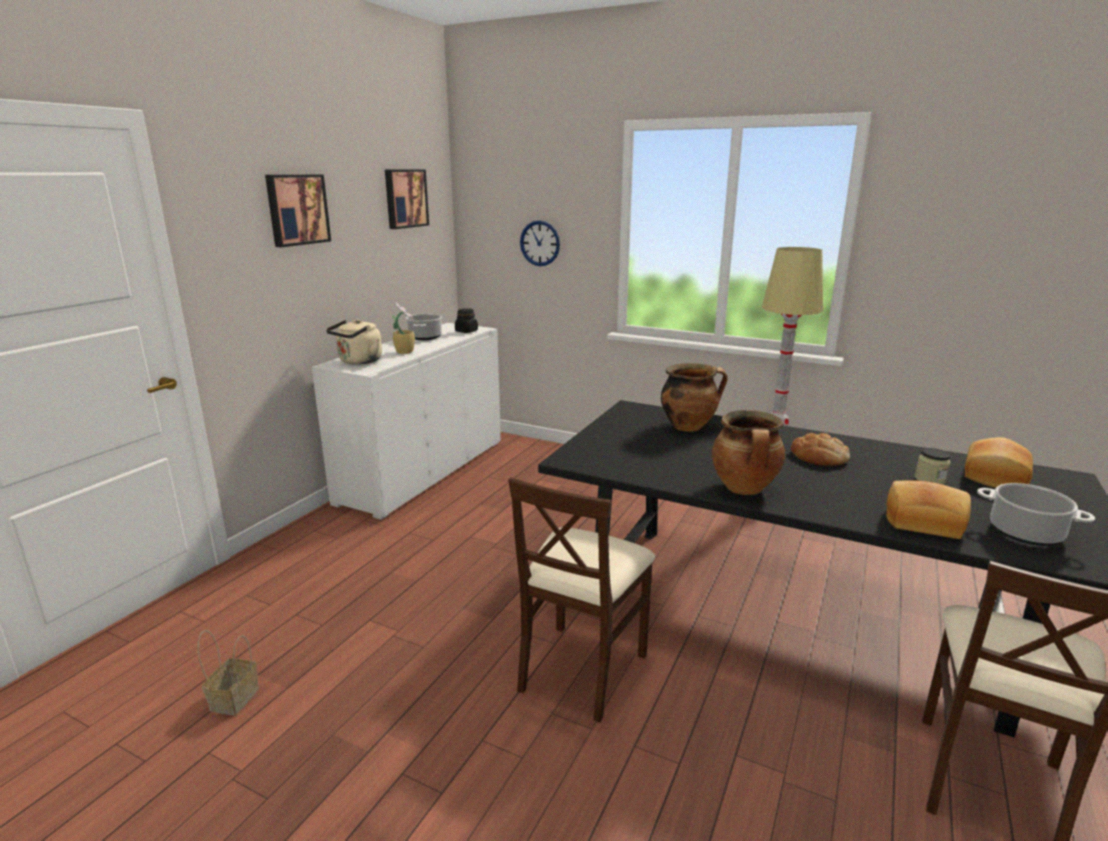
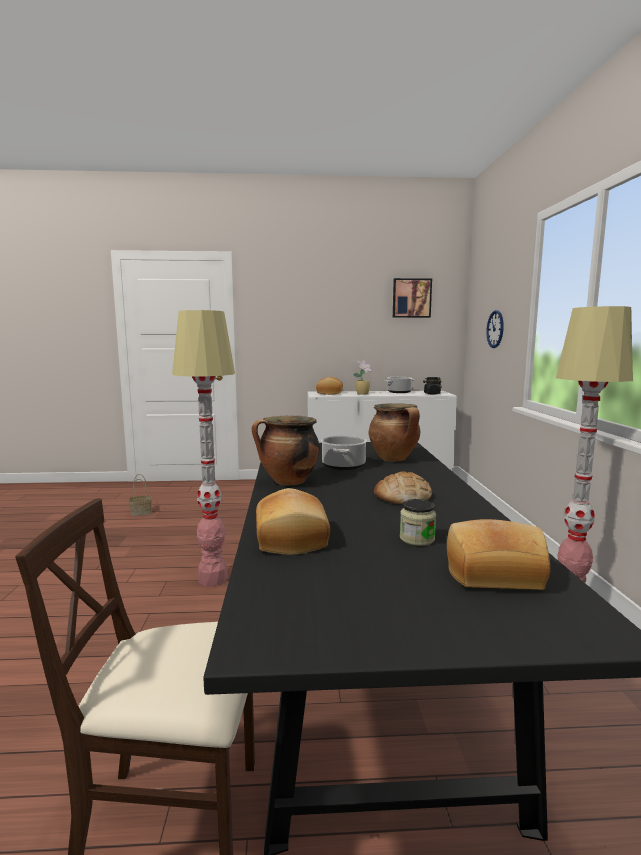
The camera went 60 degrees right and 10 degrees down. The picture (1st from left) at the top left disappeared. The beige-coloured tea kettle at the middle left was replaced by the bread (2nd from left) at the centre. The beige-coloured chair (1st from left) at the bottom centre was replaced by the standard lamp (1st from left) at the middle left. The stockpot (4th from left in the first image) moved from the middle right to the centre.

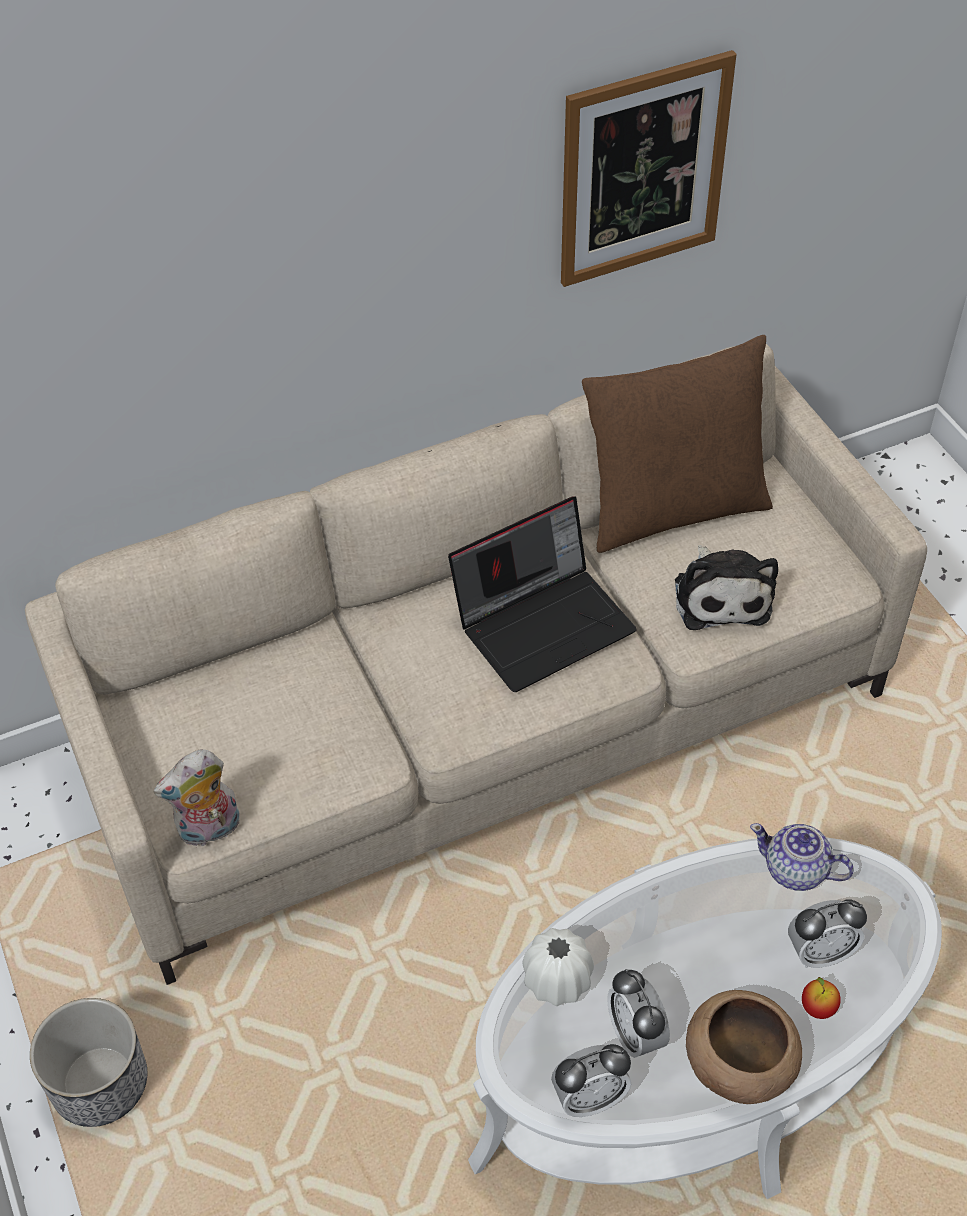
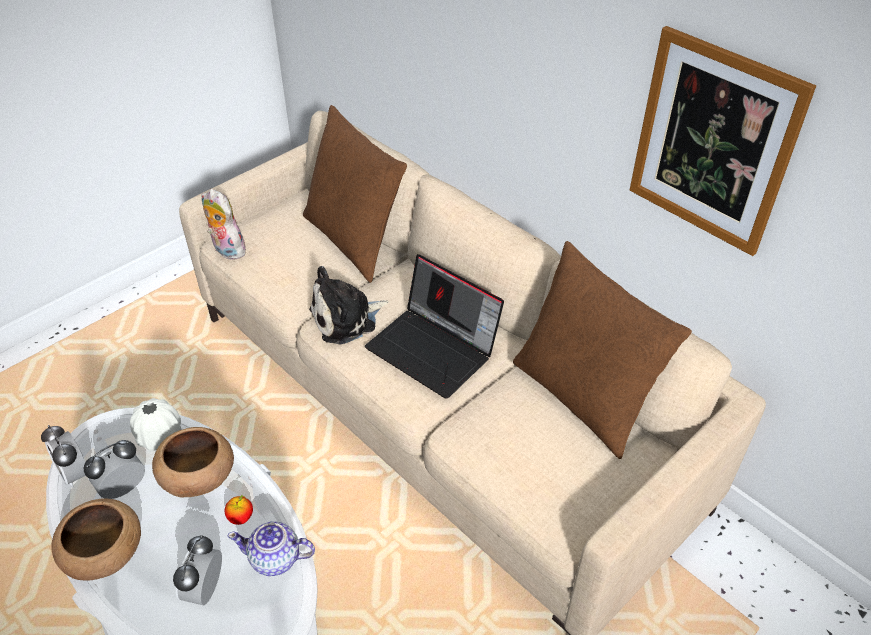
The camera went 70 degrees right and 5 degrees down. The flower pot at the bottom left disappeared. The plush toy (2nd from left) moved from the middle right to the centre. The pot for tea at the bottom right turned 90 degrees counterclockwise. The bedside clock (3rd from left) at the bottom right turned 45 degrees clockwise. The apple fruit moved from the bottom right to the bottom left. The brown deep dish (2nd from left) at the bottom left appeared. The brown throw pillow (1st from left) at the top centre appeared.

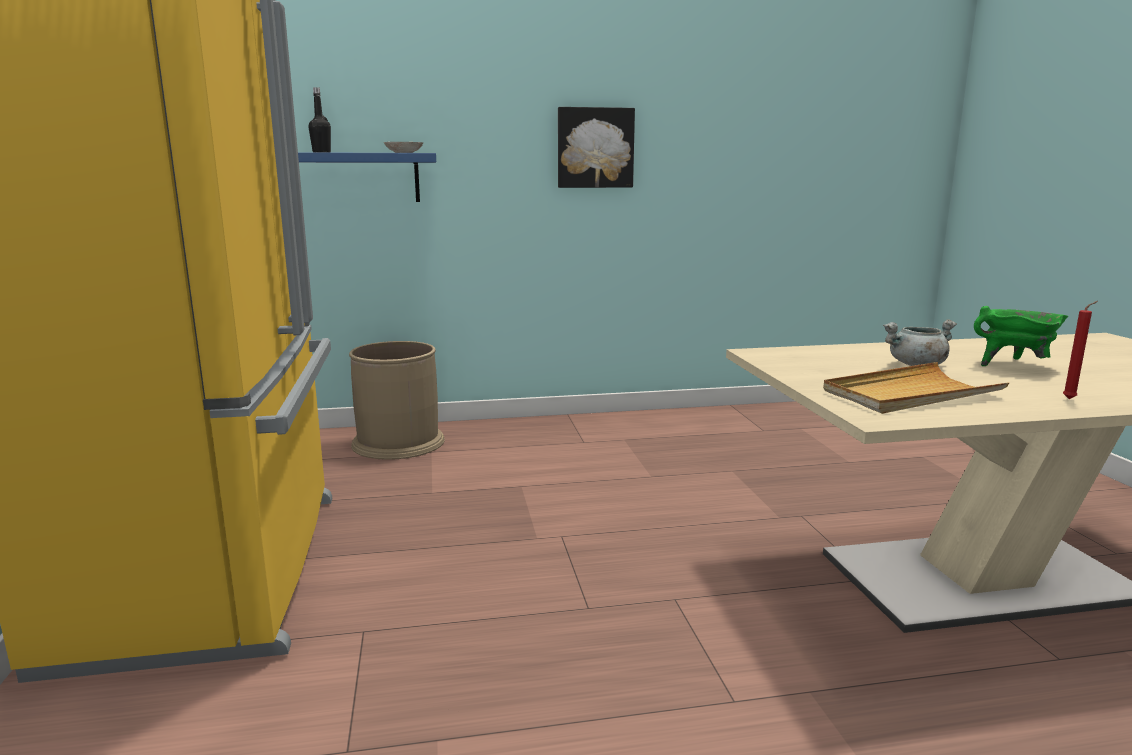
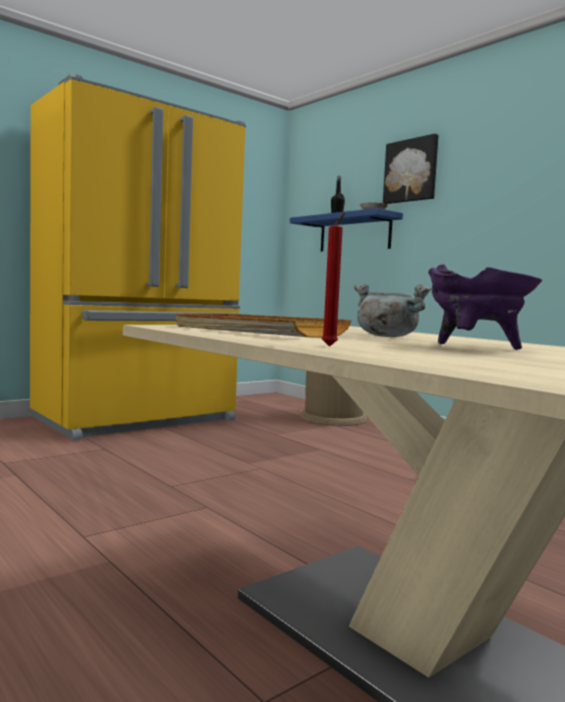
The camera went 60 degrees right and 10 degrees down. The picture moved from the top centre to the top right. The green stockpot at the middle right became the purple stockpot at the middle right.

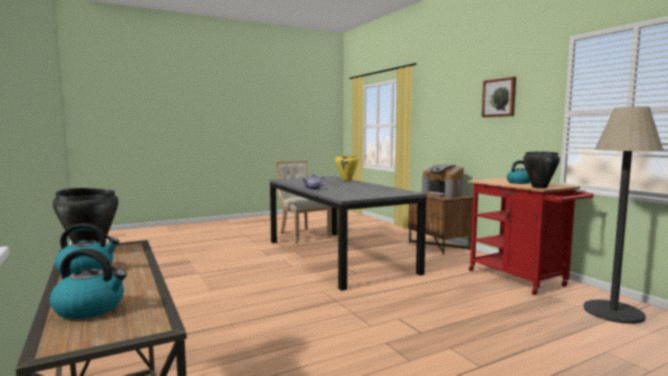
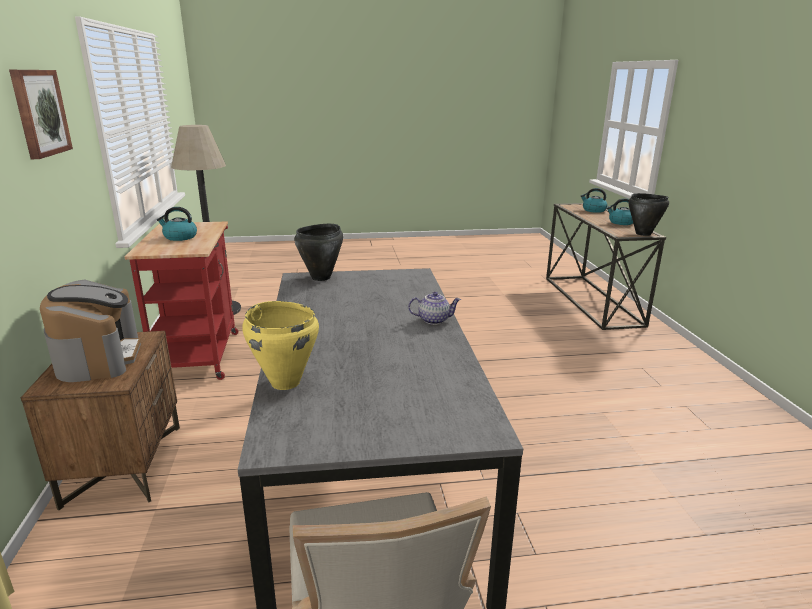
The camera went 160 degrees left and 15 degrees up. The black stockpot (2nd from left in the first image) moved from the middle right to the centre.

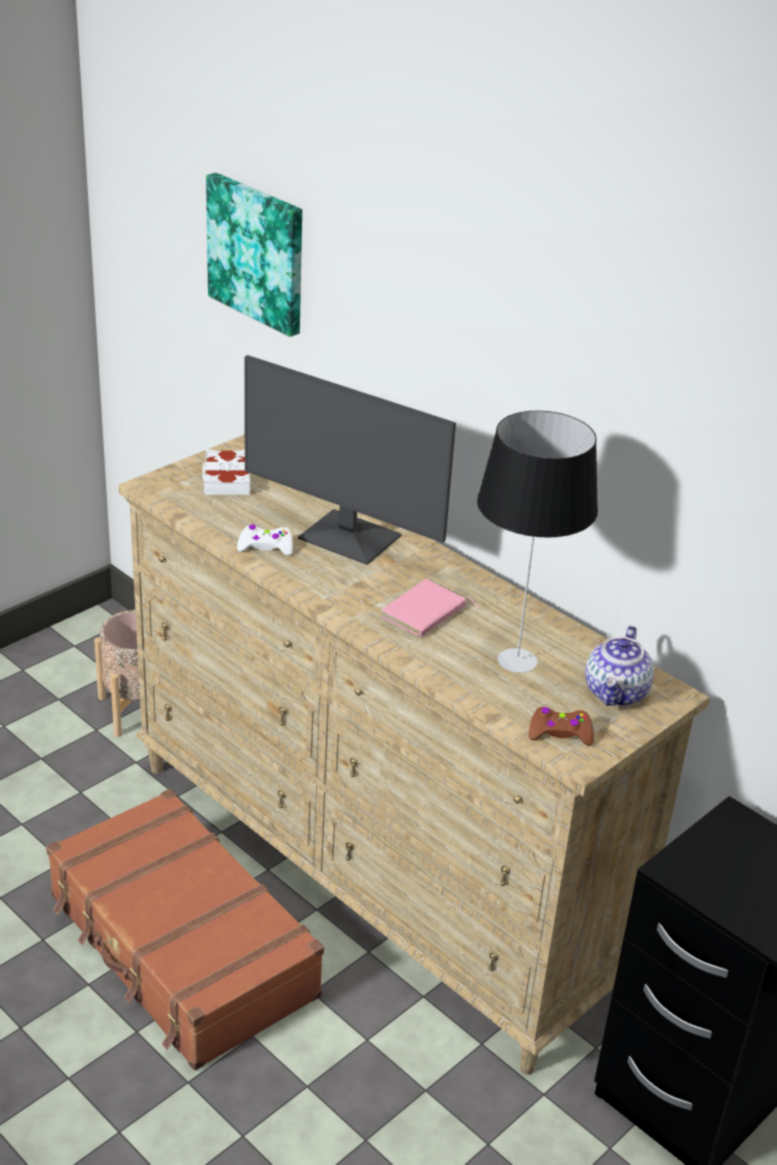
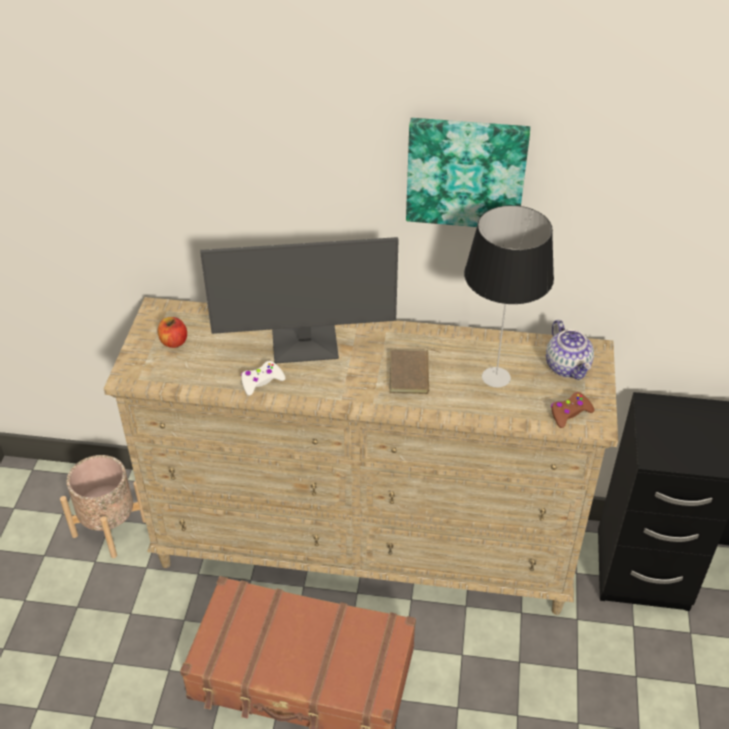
The camera went 35 degrees left and 10 degrees up. The white volume at the middle left was replaced by the apple fruit at the middle left. The picture moved from the top left to the top centre. The pink volume at the centre became the brown volume at the centre.

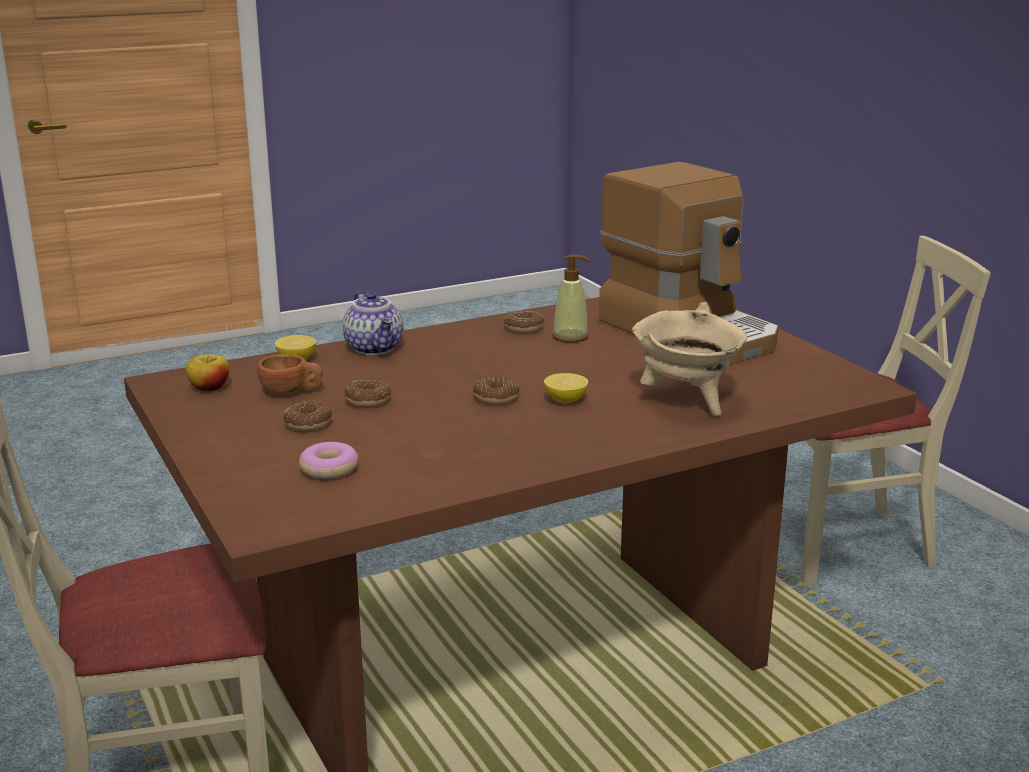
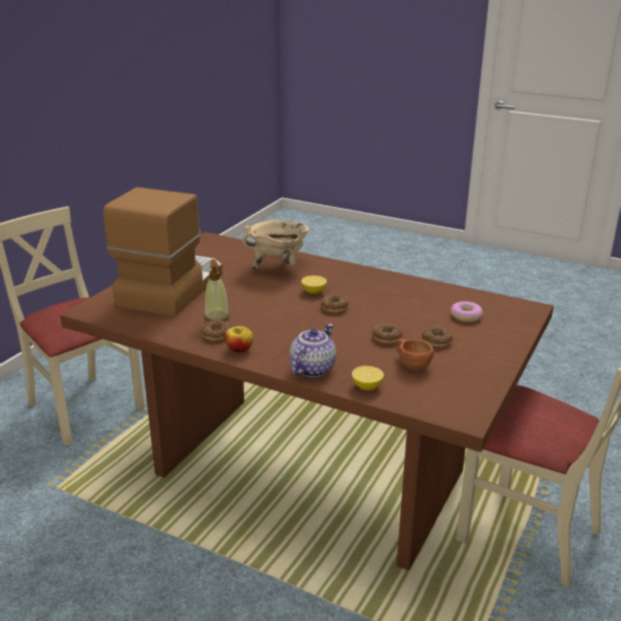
The camera went 125 degrees left and 5 degrees up. The apple fruit moved from the middle left to the centre.

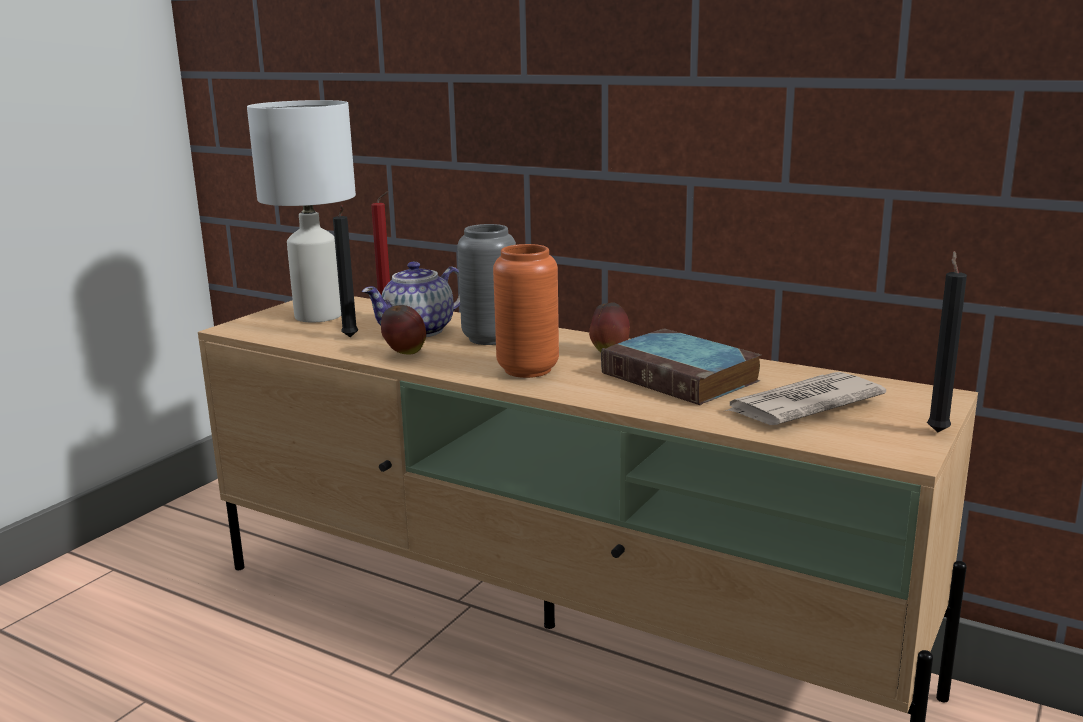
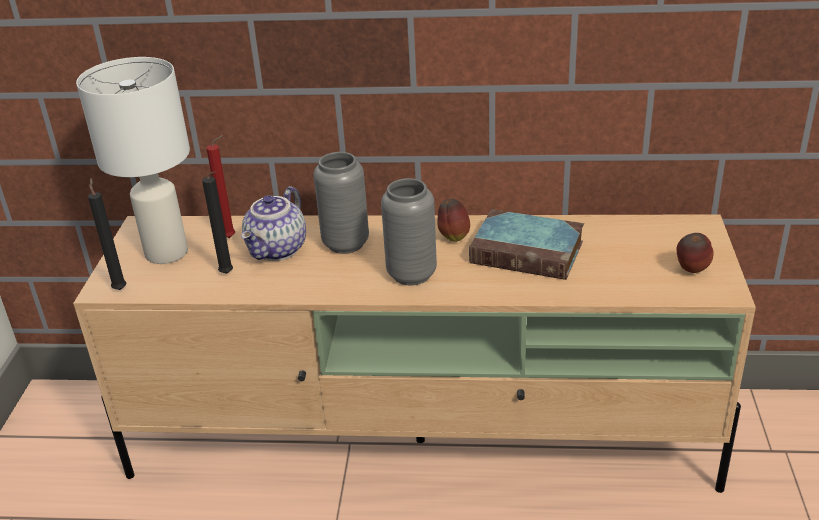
The camera went 25 degrees left and 15 degrees up. The apple fruit (1st from left in the first image) moved from the centre to the middle right. The orange flower vase at the centre became the gray flower vase (2nd from left) at the centre. The daily paper at the middle right disappeared. The black wax light (2nd from left in the first image) moved from the middle right to the middle left.

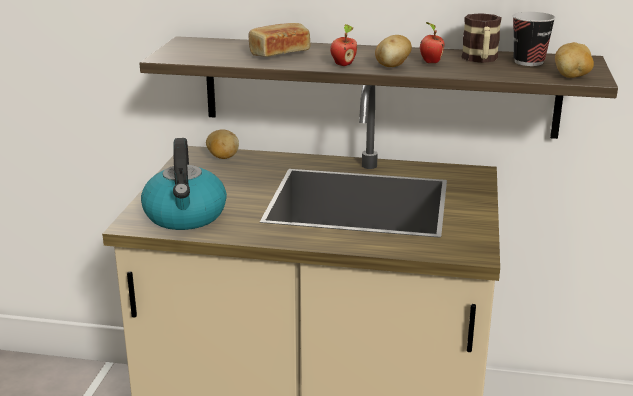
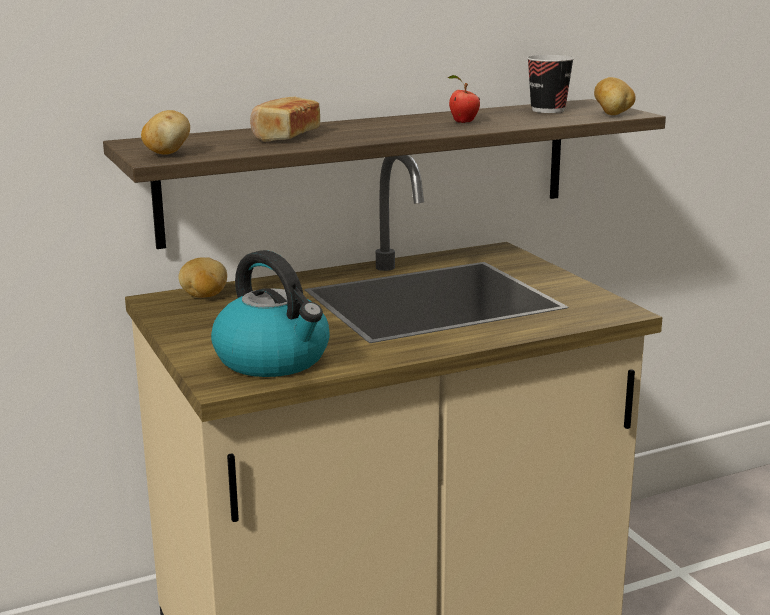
The camera went 35 degrees left and 5 degrees down. The apple fruit (1st from left) at the top centre disappeared. The whole potato (2nd from left in the first image) moved from the top centre to the top left. The mug at the top right disappeared.

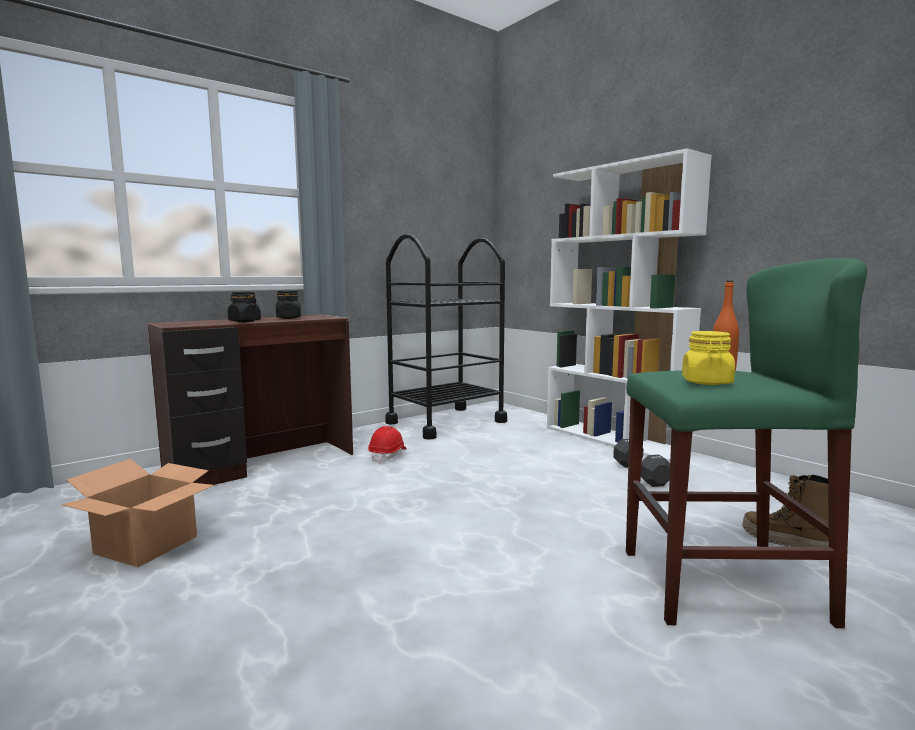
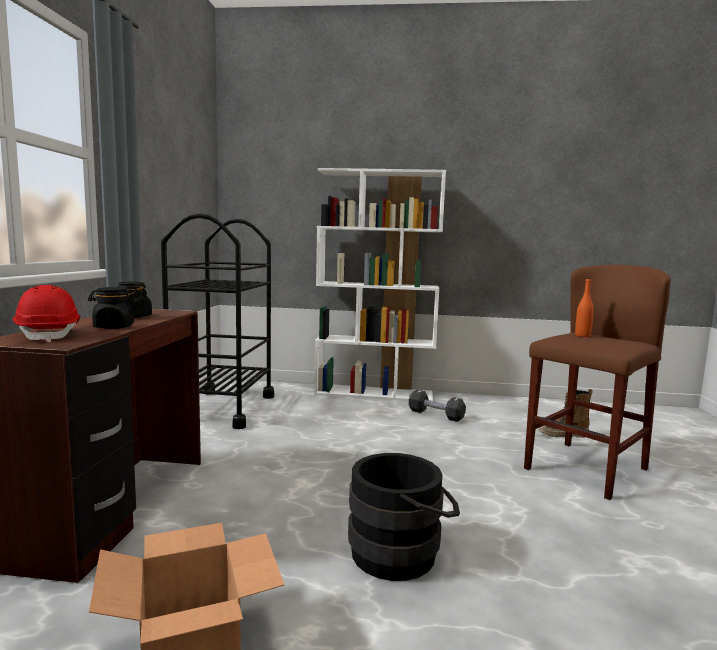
The camera went 45 degrees left and 0 degrees up. The red work helmet moved from the centre to the middle left. The green stool at the middle right became the brown stool at the middle right. The yellow preserve jar at the middle right disappeared. The black pail at the bottom centre appeared.

